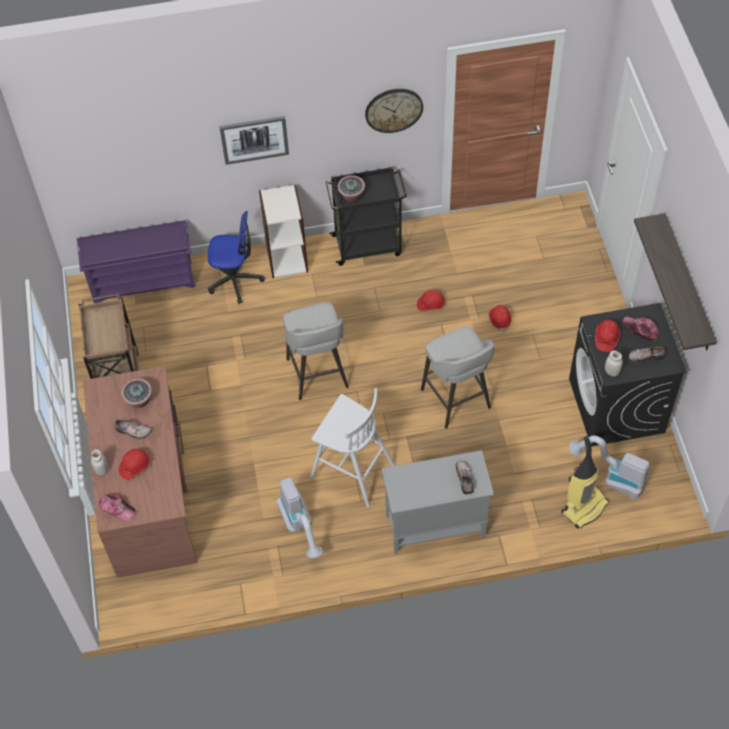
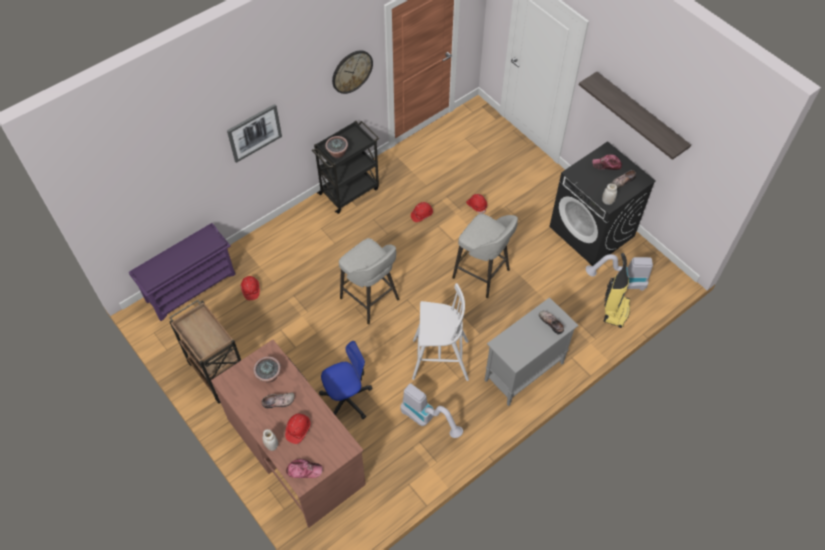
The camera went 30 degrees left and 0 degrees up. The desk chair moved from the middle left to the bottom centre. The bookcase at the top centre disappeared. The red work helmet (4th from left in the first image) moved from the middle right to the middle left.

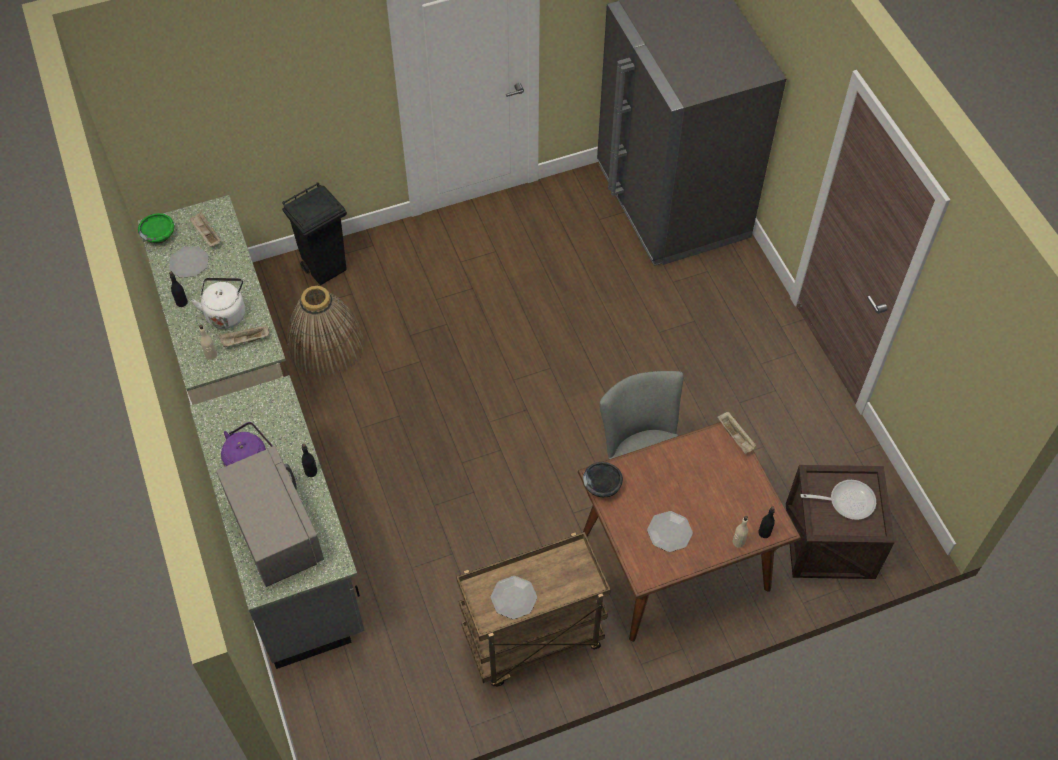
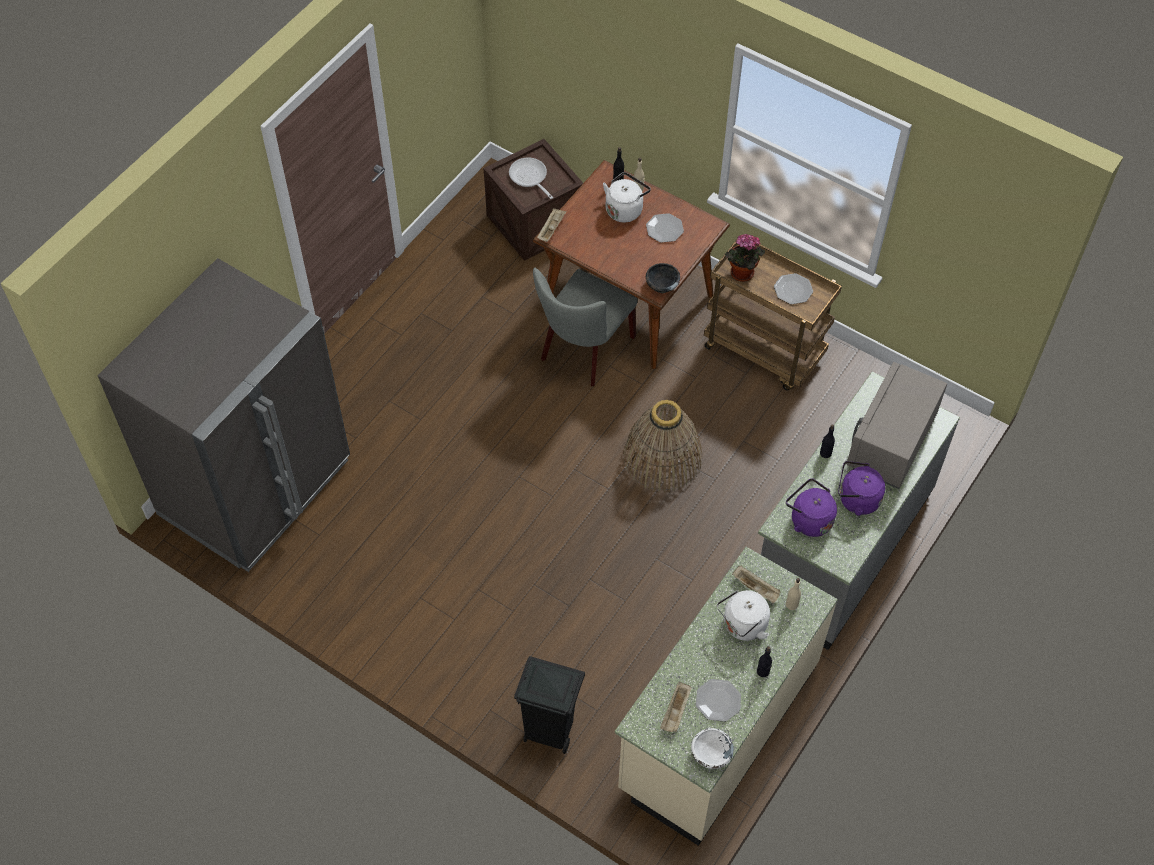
The camera went 125 degrees left and 0 degrees up. The green deep dish at the top left became the white deep dish at the bottom centre. The storage basket moved from the middle left to the centre. The white tea kettle (1st from left) at the top centre appeared. The houseplant at the top centre appeared. The purple tea kettle (1st from left) at the middle right appeared.

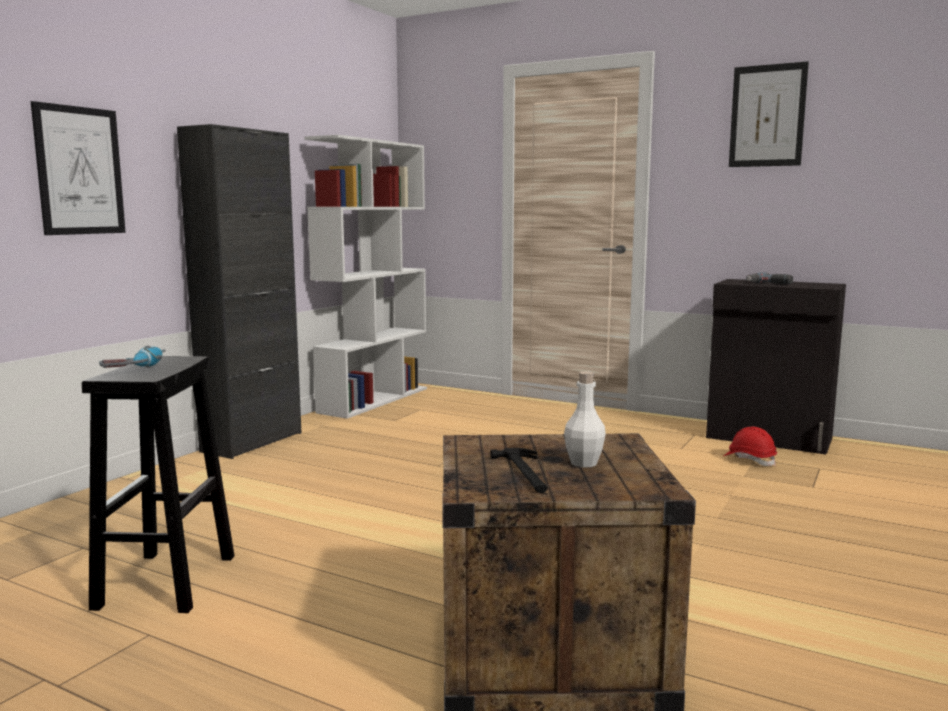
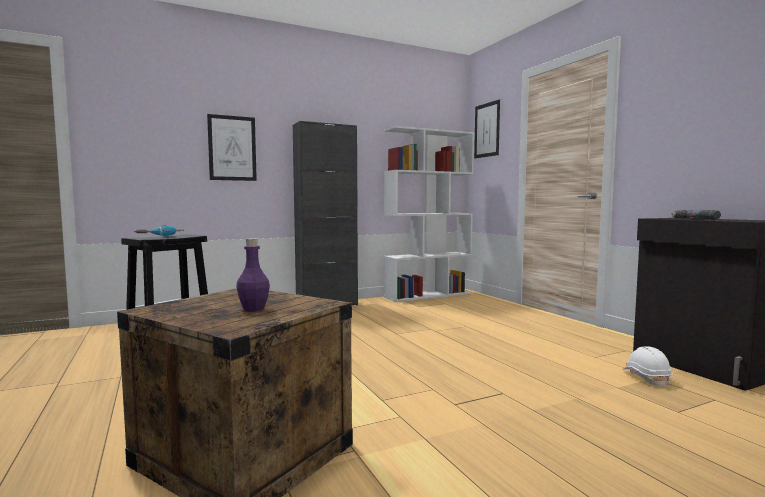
The camera went 35 degrees right and 5 degrees down. The tool hammer at the centre disappeared. The white beverage bottle at the centre became the purple beverage bottle at the middle left. The red work helmet at the middle right became the white work helmet at the bottom right. The picture (2nd from left) moved from the top right to the top centre.

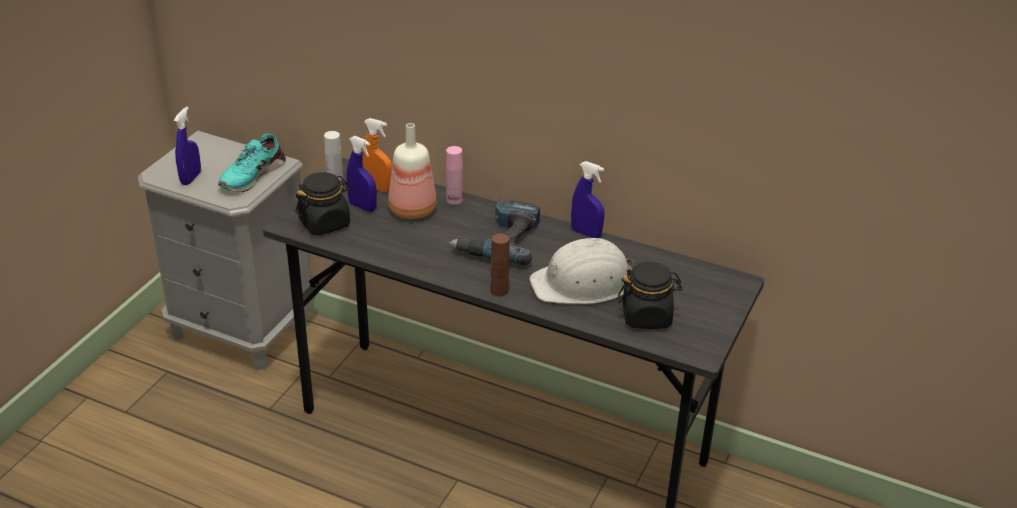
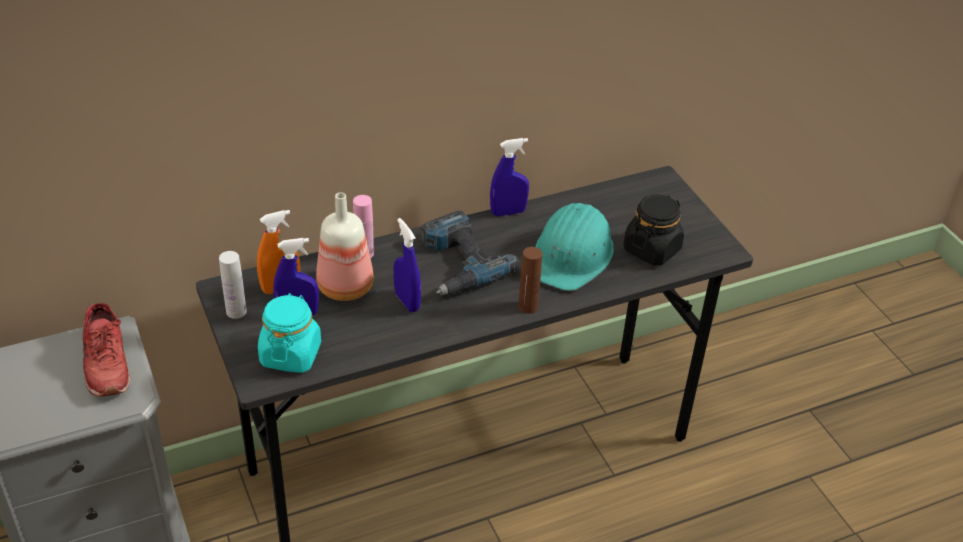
The camera went 50 degrees left and 5 degrees up. The bluish hand sprayer (1st from left in the first image) moved from the top left to the centre. The blue-green shoe at the top left became the red shoe at the middle left. The black preserve jar (1st from left) at the middle left became the blue-green preserve jar at the middle left. The white work helmet at the centre became the blue-green work helmet at the centre.

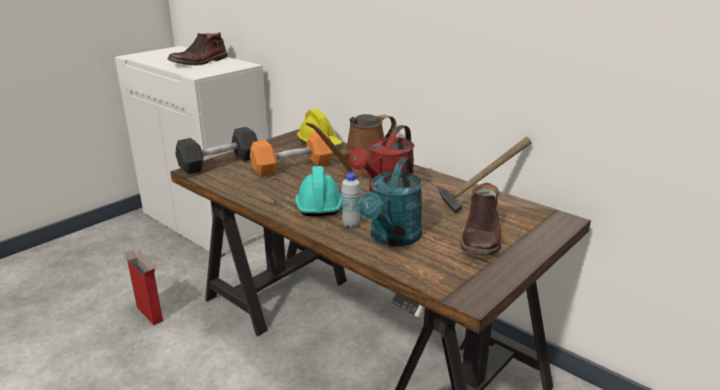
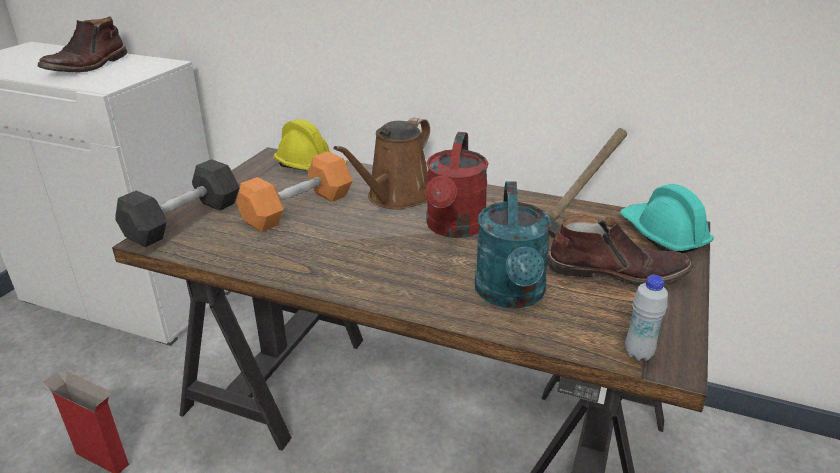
The camera went 20 degrees left and 5 degrees up. The blue-green work helmet moved from the centre to the middle right. The white beverage bottle moved from the centre to the bottom right. The brown boot (2nd from left) at the middle right turned 75 degrees counterclockwise.

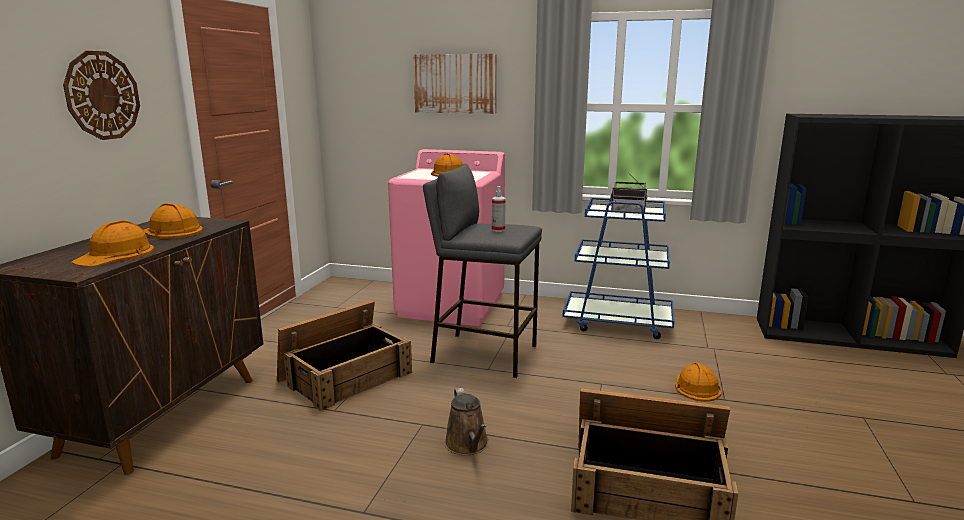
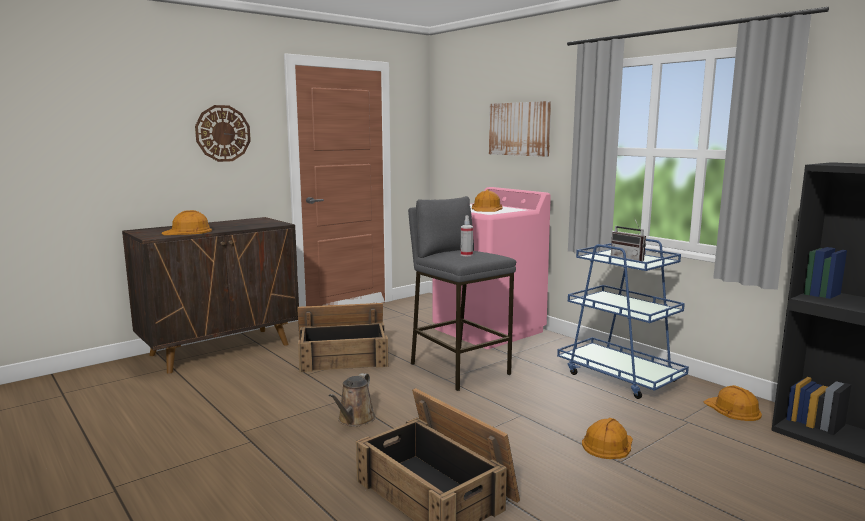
The camera went 35 degrees right and 5 degrees down. The orange work helmet (2nd from left in the first image) moved from the middle left to the bottom right.

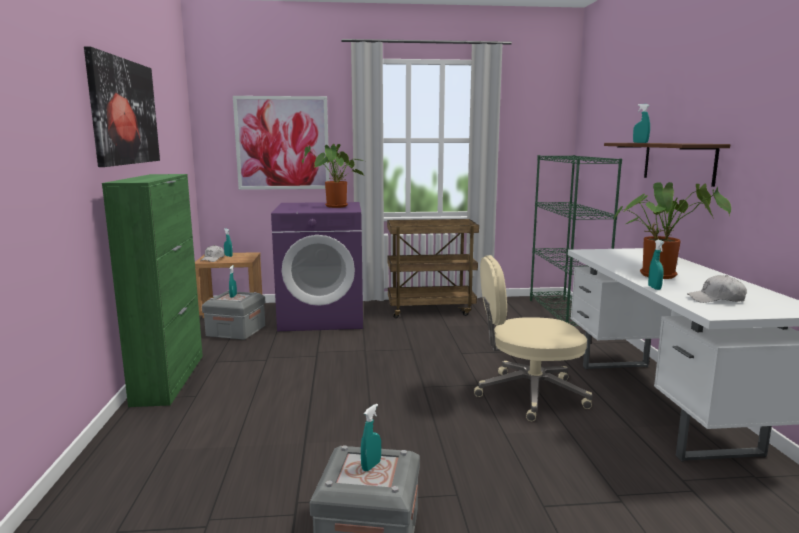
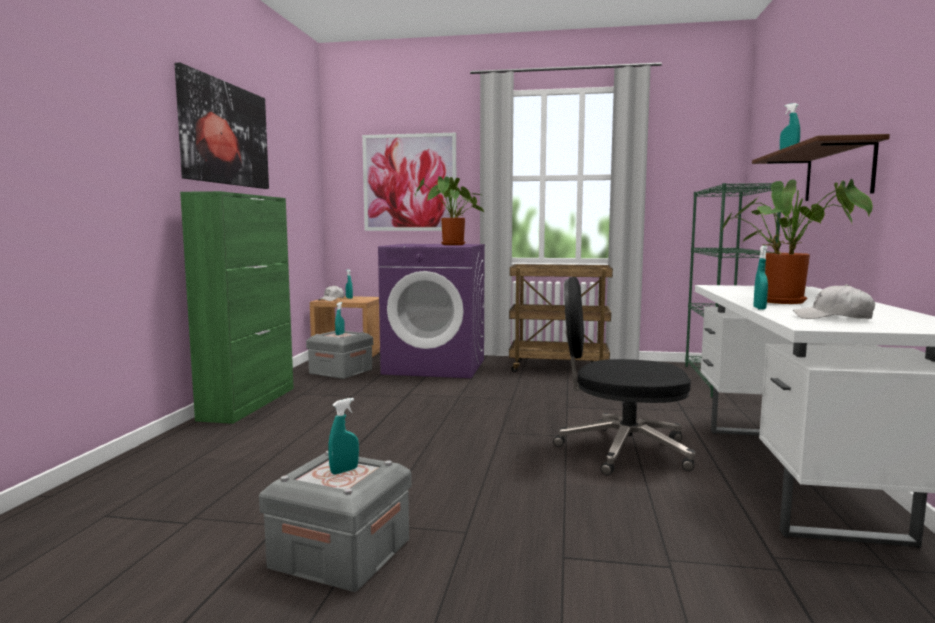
The camera went 15 degrees right and 5 degrees down. The beige-coloured desk chair at the middle right became the black desk chair at the middle right.

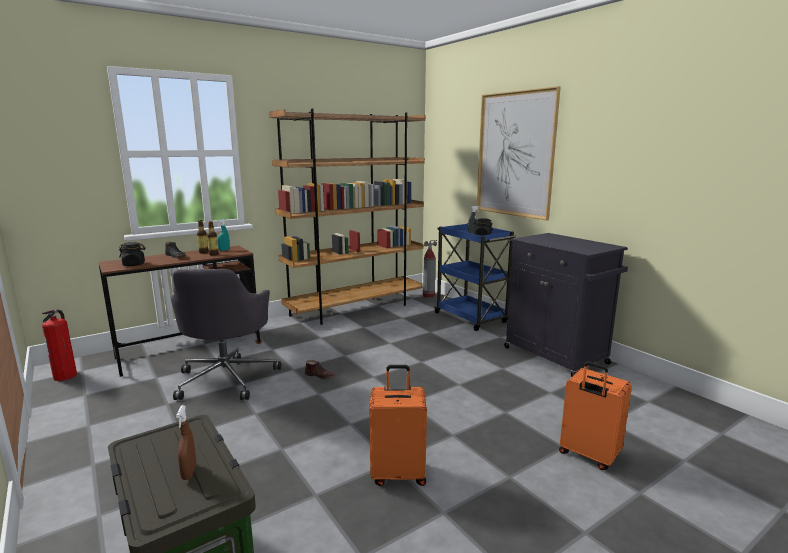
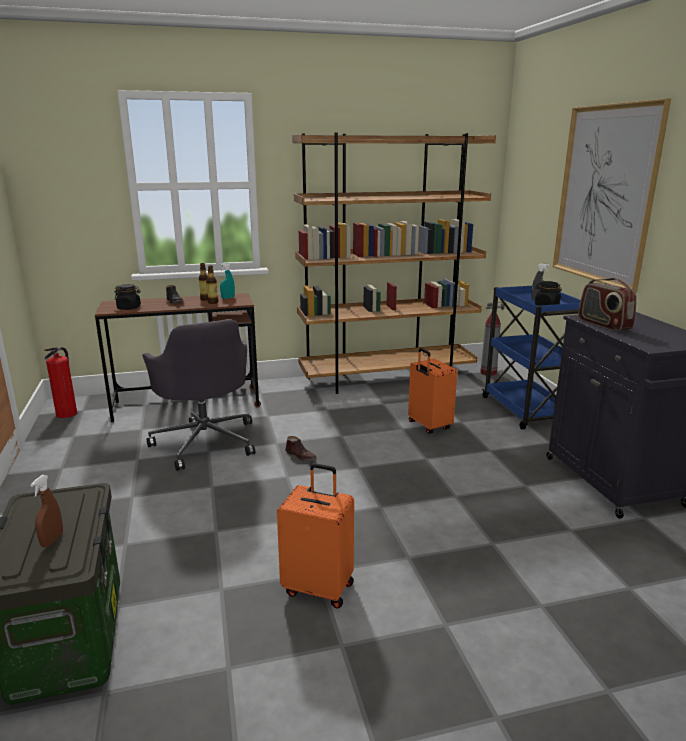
The camera went 20 degrees right and 5 degrees up. The gray desk chair at the middle left turned 45 degrees counterclockwise. The orange piece of luggage (2nd from left) moved from the bottom right to the centre. The radio at the middle right appeared.

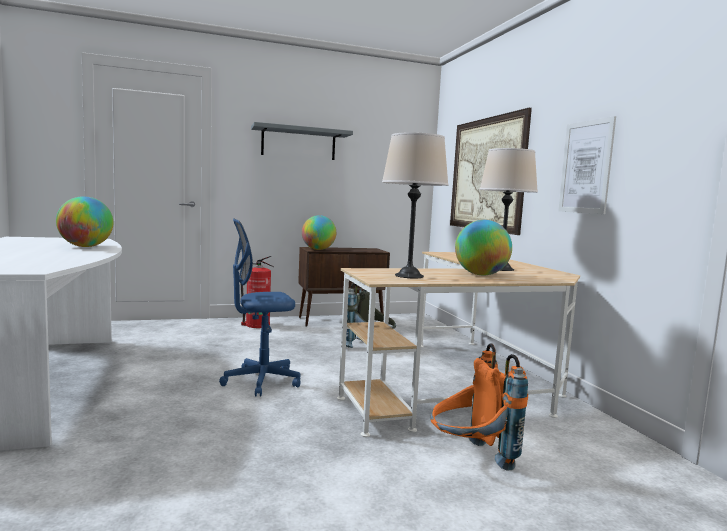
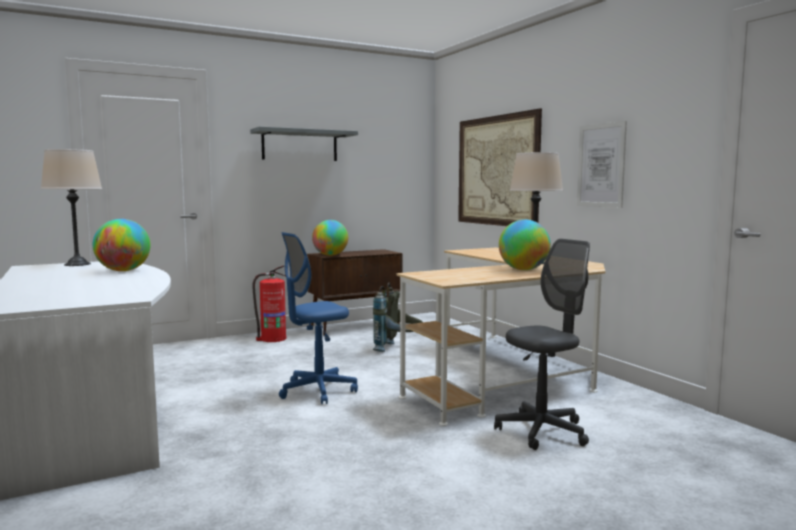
The camera went 10 degrees left and 0 degrees up. The beige-coloured lamp for a table (1st from left) moved from the centre to the middle left. The orange backpack at the bottom centre was replaced by the gray desk chair at the middle right.

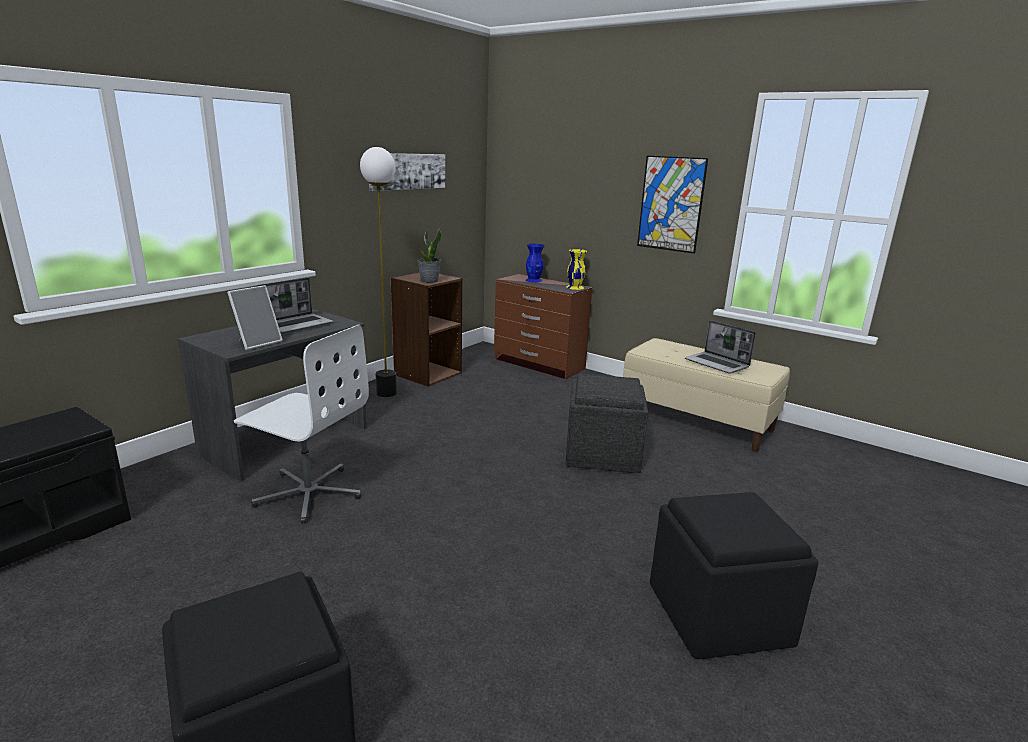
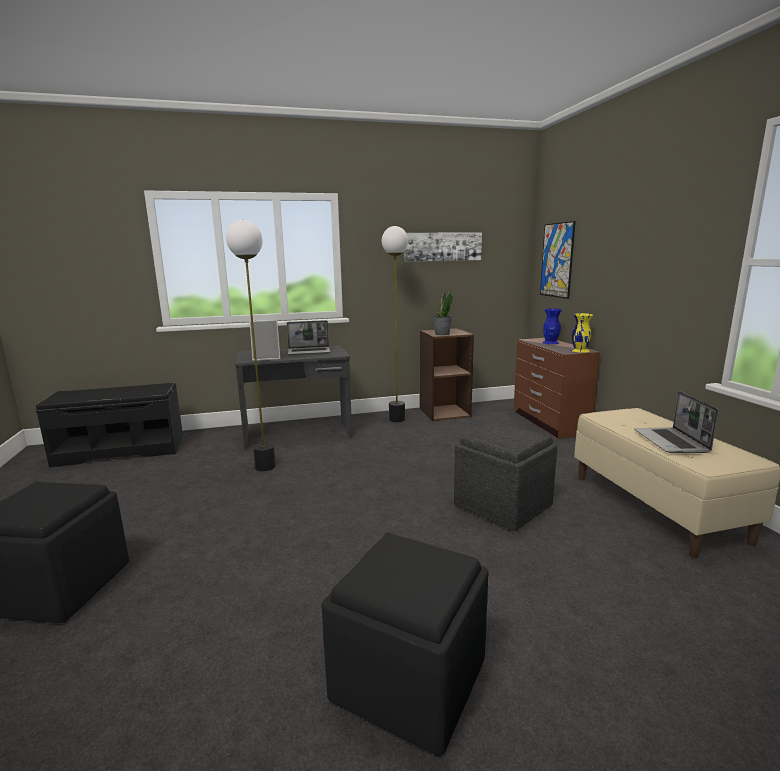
The camera went 40 degrees right and 5 degrees down. The white desk chair at the middle left was replaced by the standard lamp (1st from left) at the middle left. The picture (2nd from left) moved from the top centre to the middle right.

